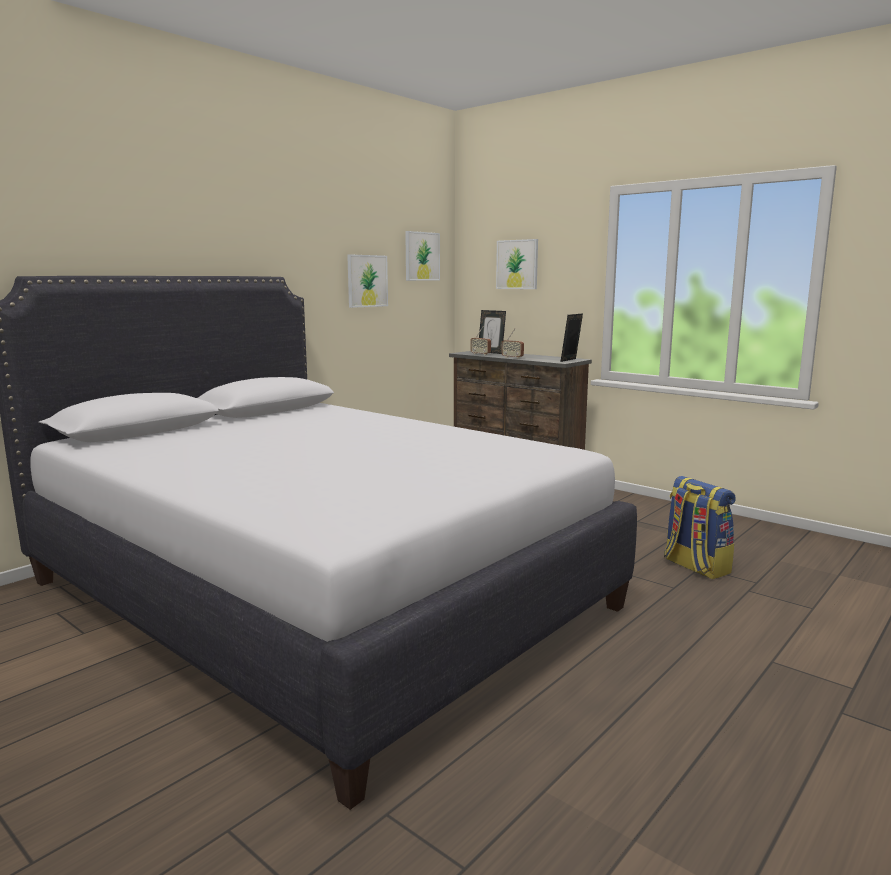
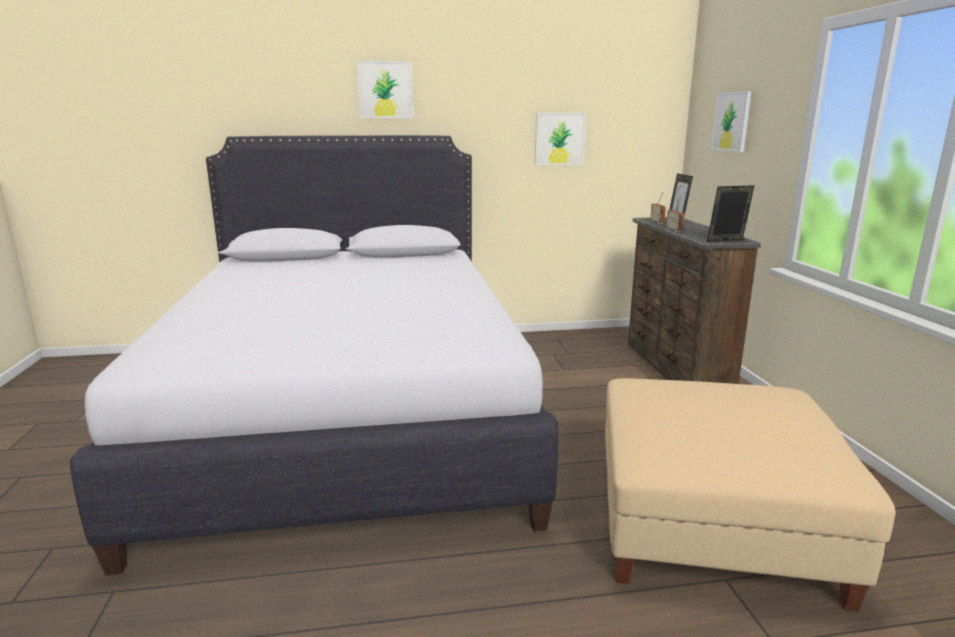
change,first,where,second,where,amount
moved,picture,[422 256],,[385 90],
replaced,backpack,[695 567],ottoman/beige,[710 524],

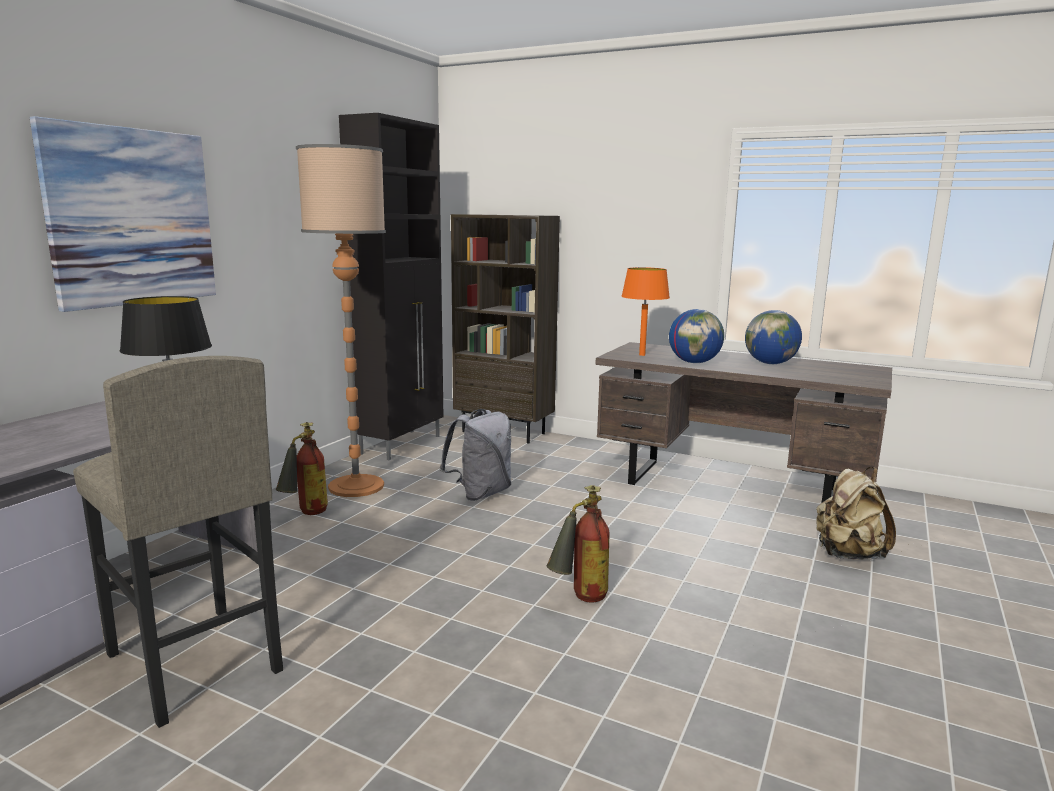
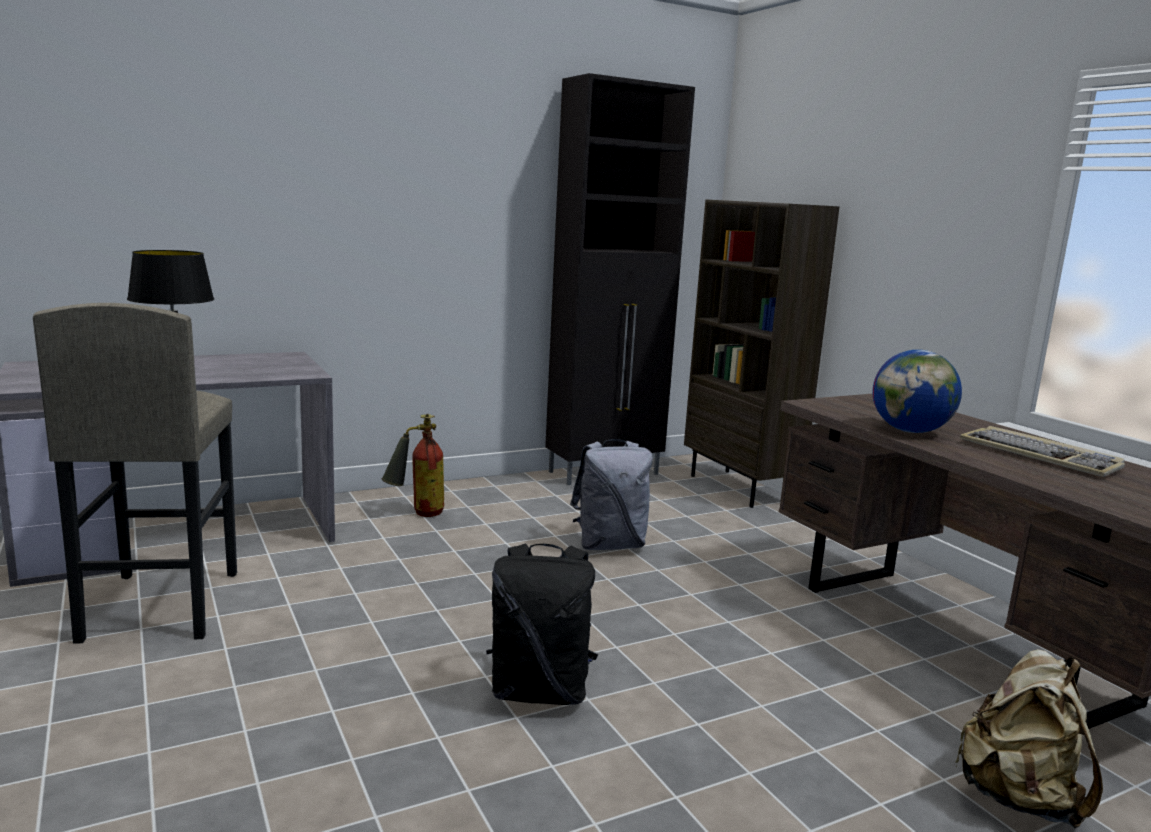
change,first,where,second,where,amount
replaced,fire extinguisher,[579 600],backpack/black,[540 691],
replaced,globe,[770 363],keyboard,[1040 456],
removed,picture,[132 217],,,
removed,floor lamp,[356 486],,,
removed,table lamp/orange,[642 355],,,

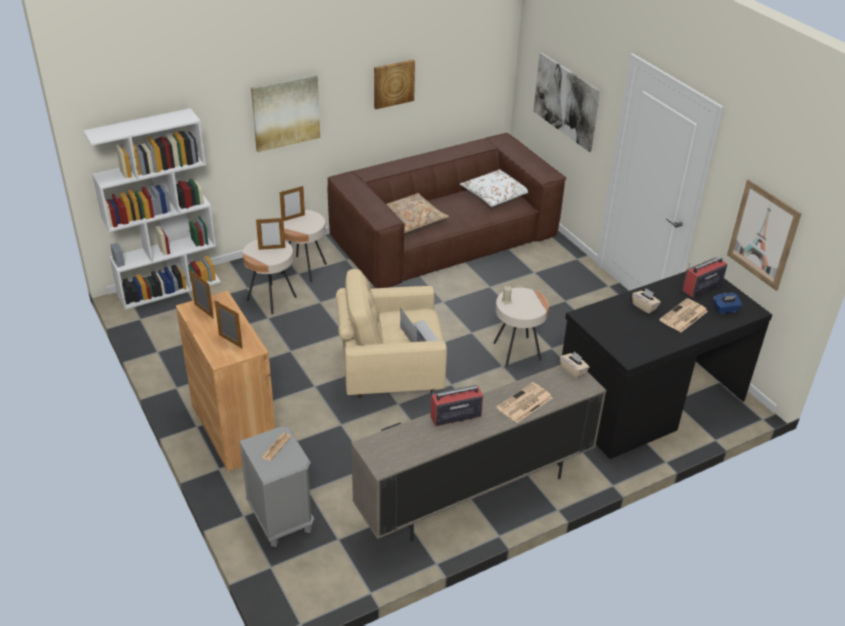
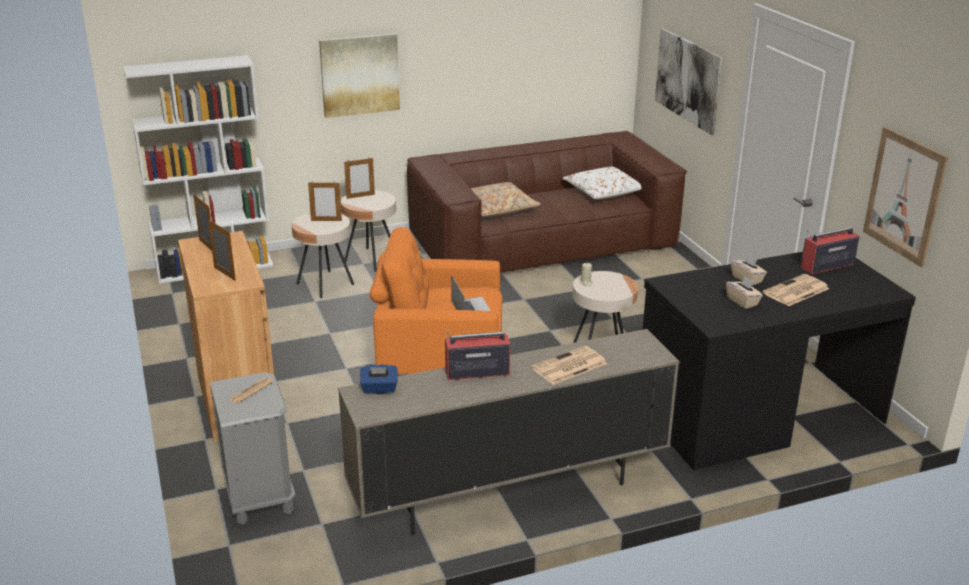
change,first,where,second,where,amount
moved,tissue box/blue,[725 309],,[379 389],
recoloured,armchair/beige,[389 372],armchair/orange,[439 361],
moved,tissue box/beige,[573 371],,[742 302],
removed,picture,[393 83],,,

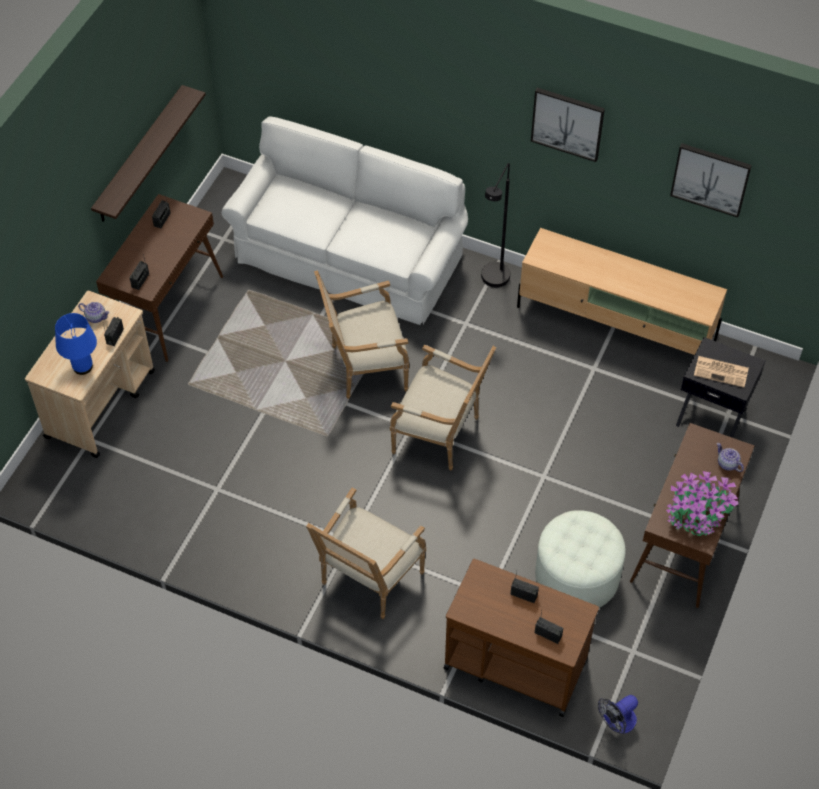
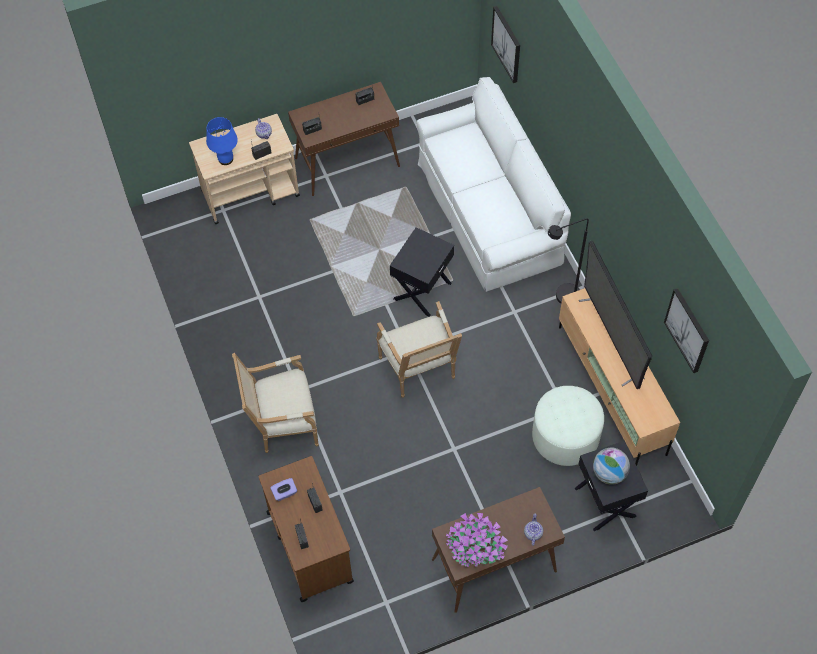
change,first,where,second,where,amount
added,,,tissue box/purple,[284 493],
replaced,armchair,[364 367],side table/black,[421 290],
moved,picture,[567 123],,[507 44],
moved,ottoman/white,[577 576],,[565 436],
added,,,television,[611 338],
replaced,newspaper,[722 371],globe,[609 473],
removed,shelf,[139 155],,,
removed,fan,[617 723],,,

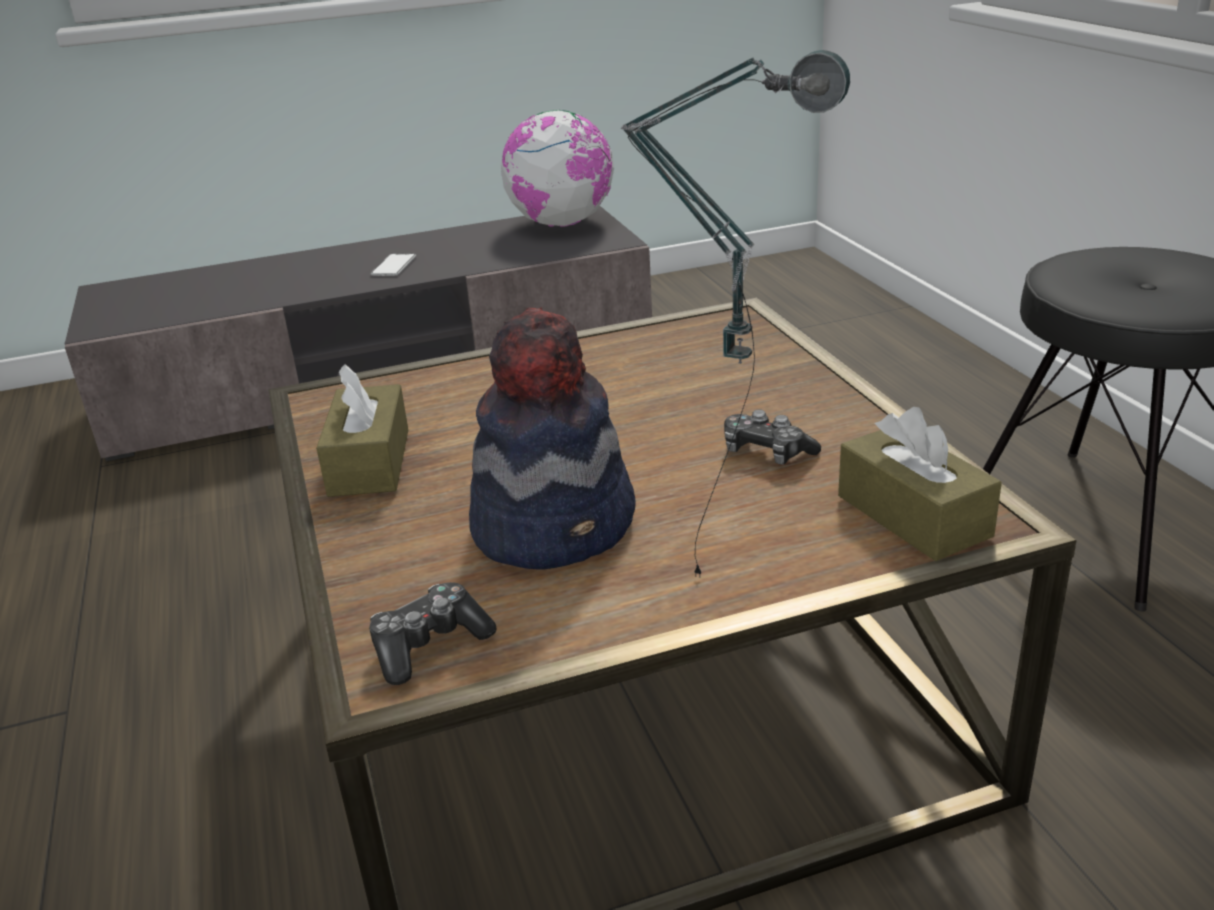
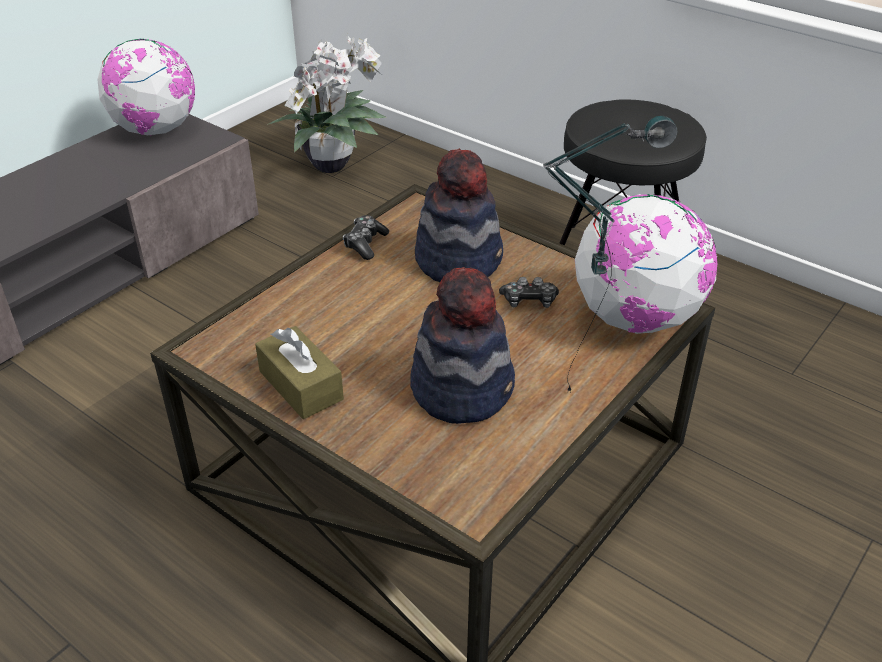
change,first,where,second,where,amount
added,,,potted plant,[334 165],
moved,game controller,[429 645],,[365 244],
added,,,hat,[459 260],
replaced,tissue box/brown,[913 516],globe,[636 318],
removed,phone,[394 266],,,

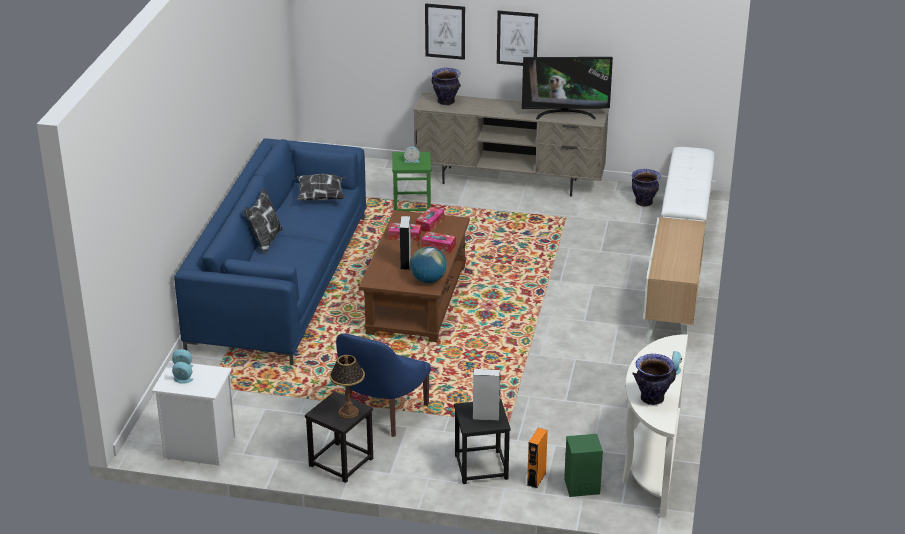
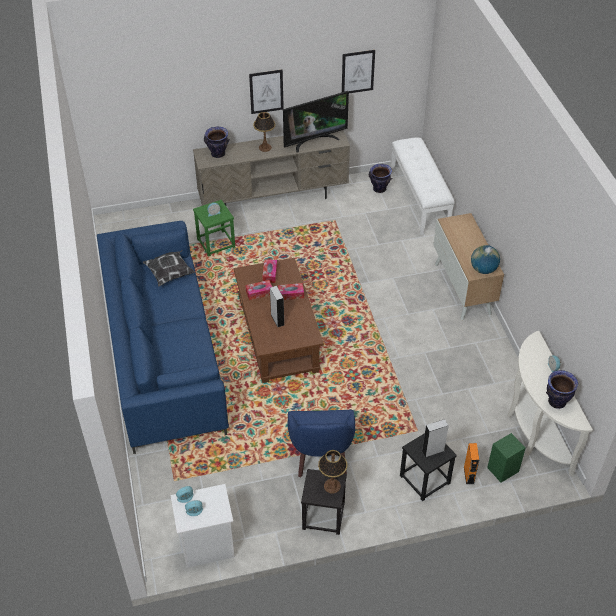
change,first,where,second,where,amount
added,,,table lamp,[265 147],
moved,picture,[445 31],,[358 72],
moved,globe,[428 280],,[483 269],
removed,pillow,[265 242],,,

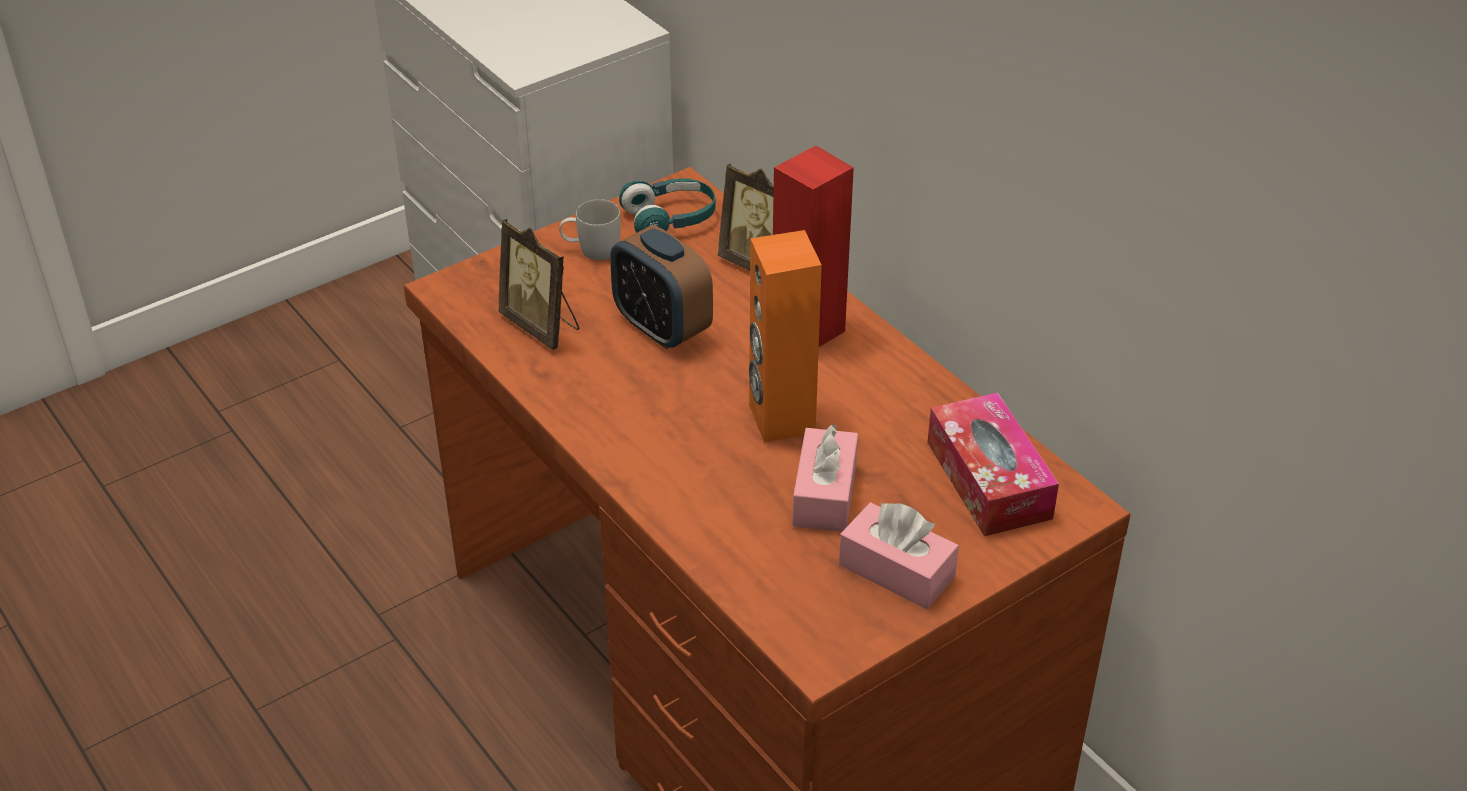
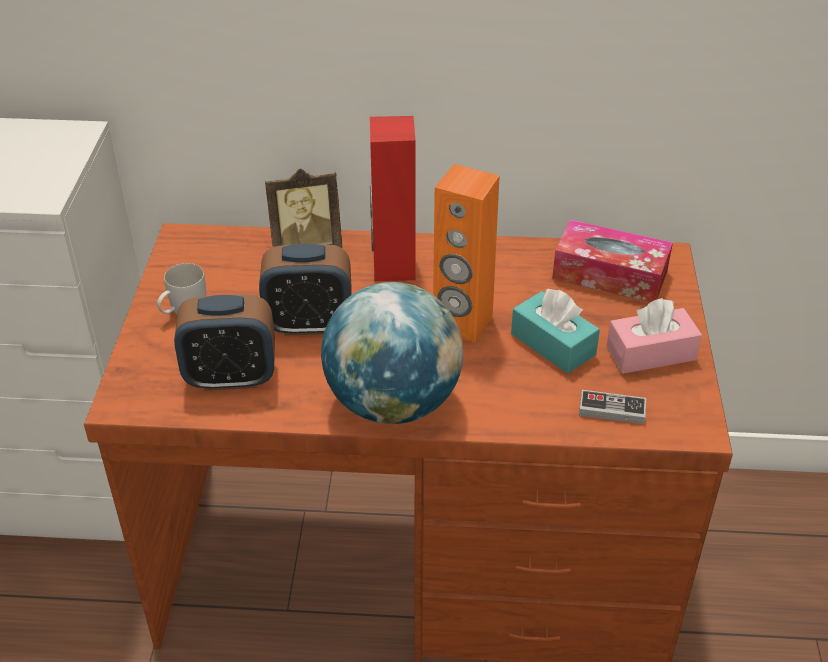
change,first,where,second,where,amount
replaced,picture frame,[542 326],alarm clock,[231 377],
added,,,globe,[393 403],
recoloured,tissue box/pink,[824 495],tissue box/turquoise,[553 344],
added,,,game controller,[612 410],
removed,headphones/turquoise,[670 220],,,

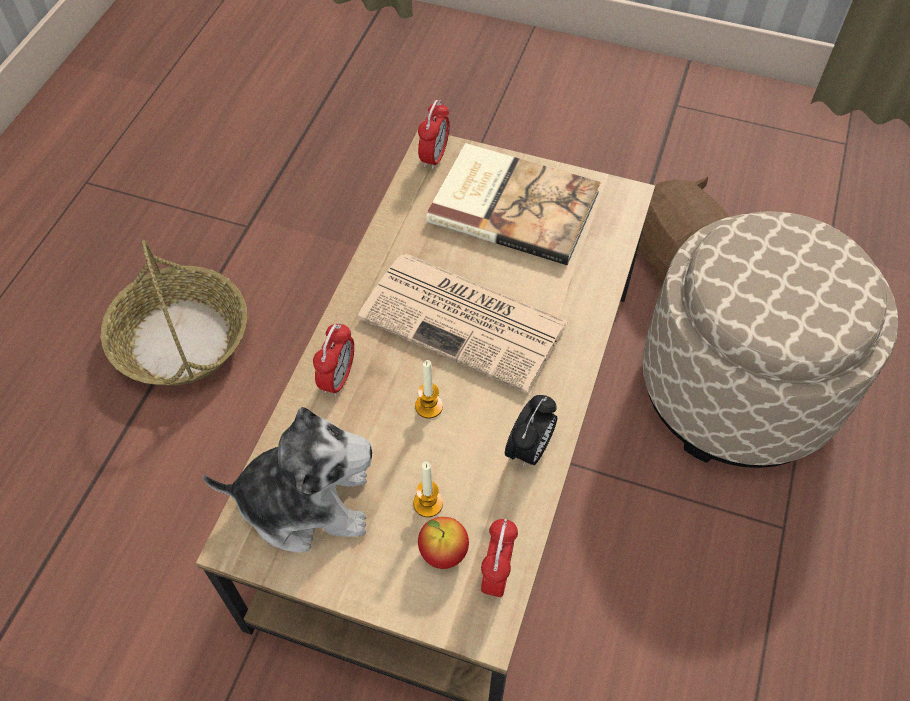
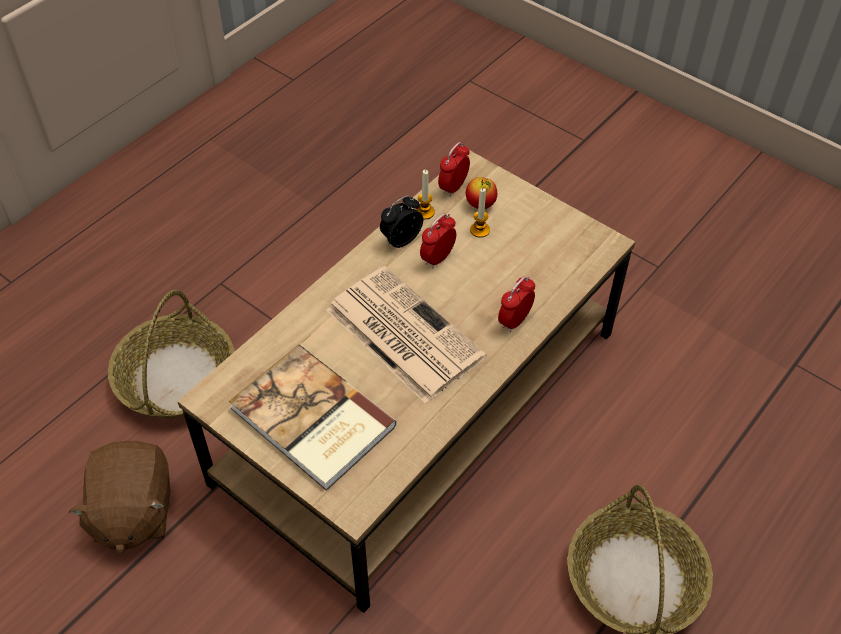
change,first,where,second,where,amount
replaced,ottoman/beige,[737 388],basket,[176 377],
moved,candle,[429 406],,[424 212],
moved,alarm clock,[434 157],,[437 258],
removed,plush toy,[306 502],,,

